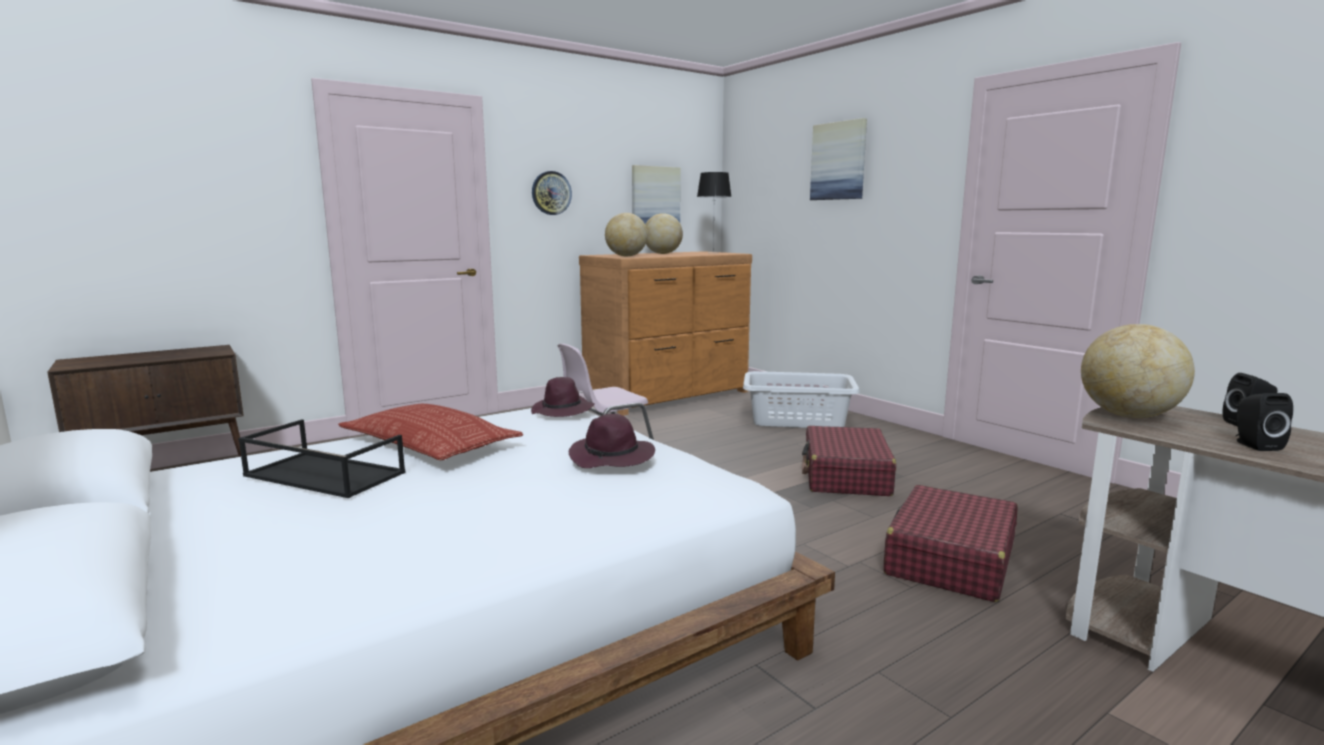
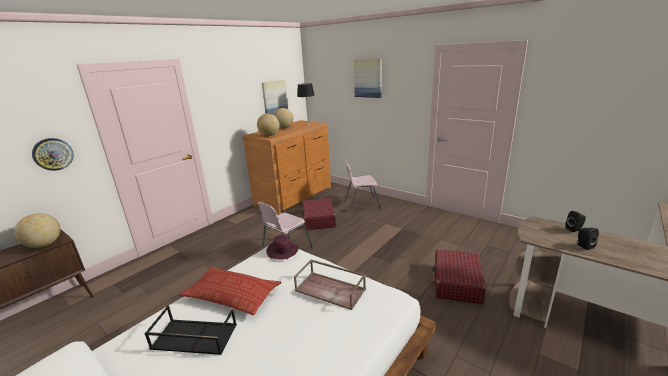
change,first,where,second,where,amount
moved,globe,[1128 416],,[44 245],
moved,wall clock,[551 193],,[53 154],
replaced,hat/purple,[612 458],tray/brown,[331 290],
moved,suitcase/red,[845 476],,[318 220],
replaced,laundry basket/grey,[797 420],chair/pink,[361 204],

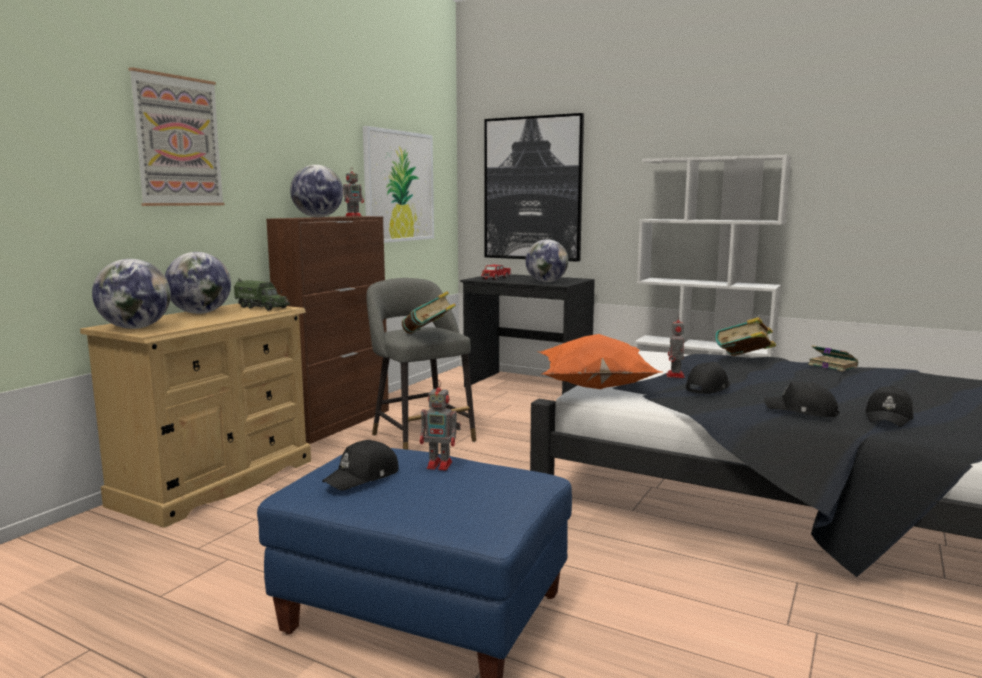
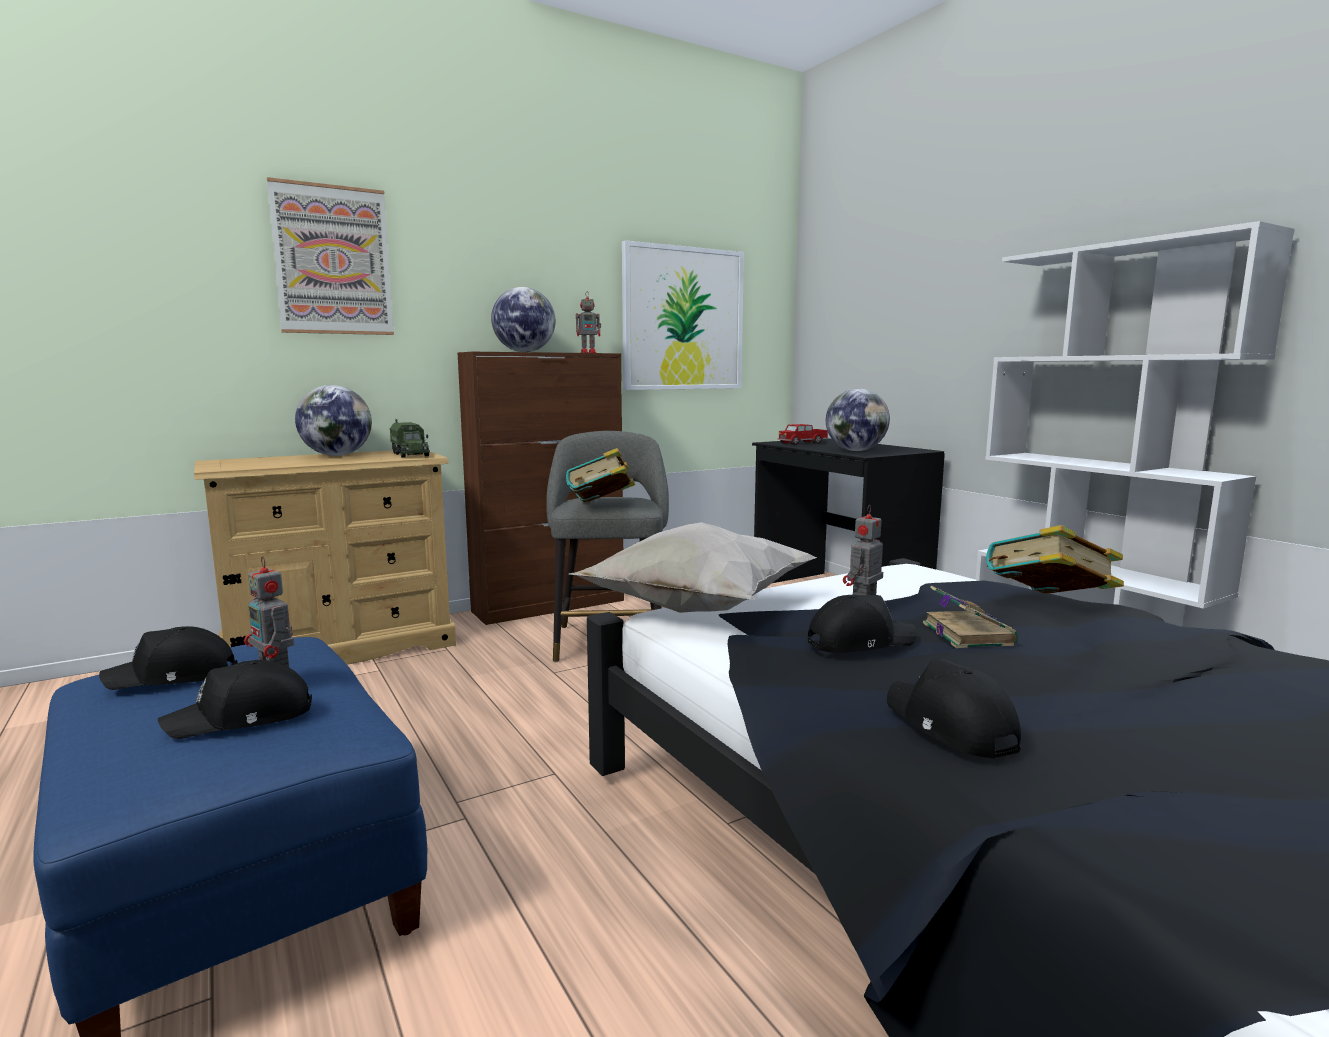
change,first,where,second,where,amount
moved,cap/black,[889 417],,[243 718],
recoloured,pillow/orange,[593 388],pillow/white,[696 609],
moved,book,[831 365],,[966 633],
removed,globe,[135 328],,,
removed,picture,[532 189],,,

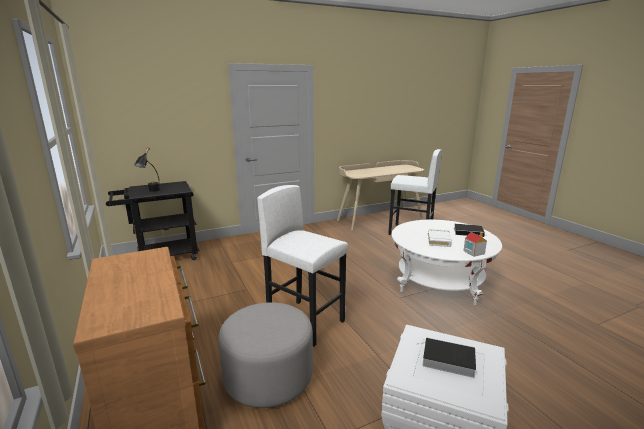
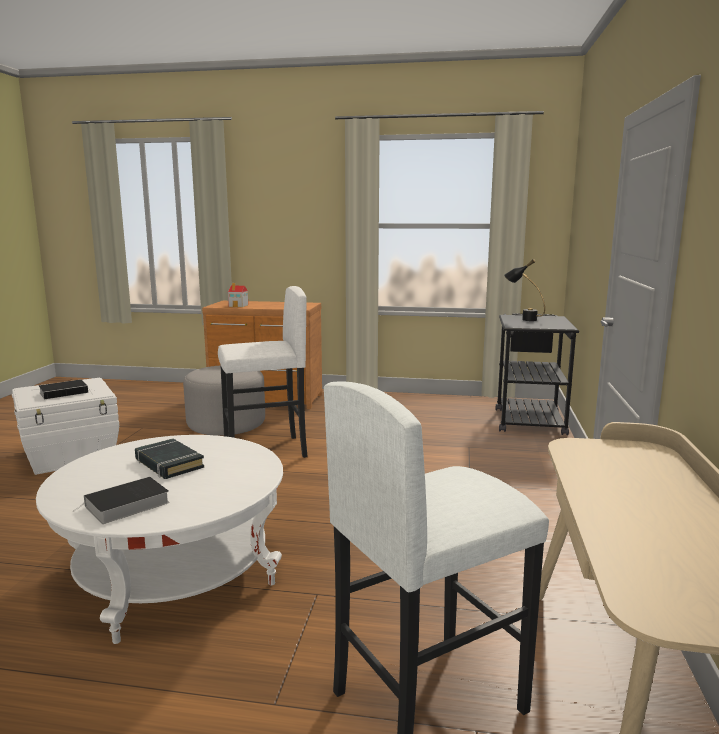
change,first,where,second,where,amount
recoloured,book/white,[439 240],book/black,[168 464],
moved,toy house,[473 252],,[238 306],

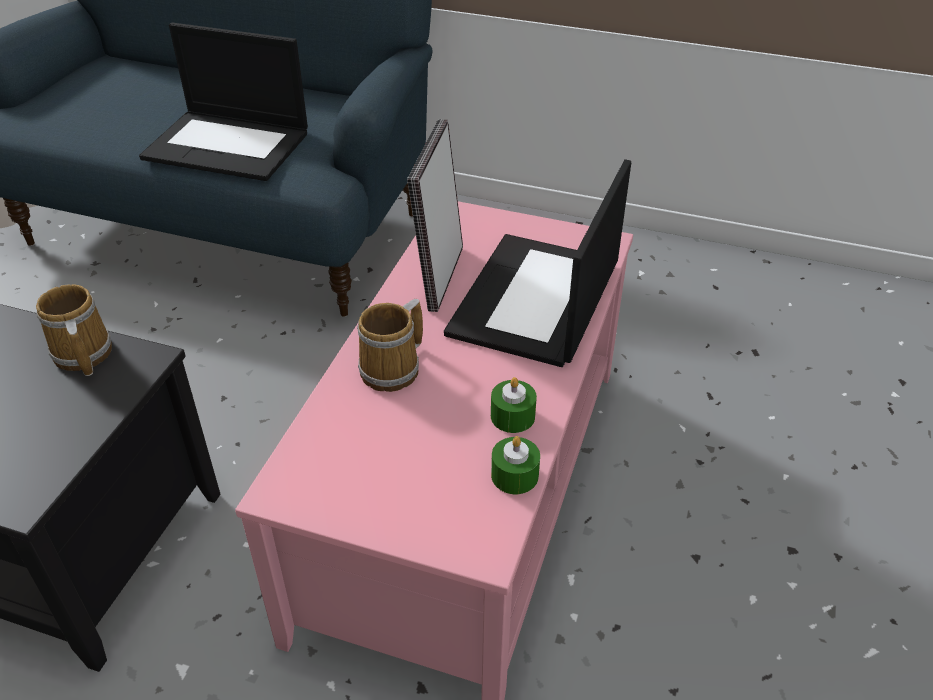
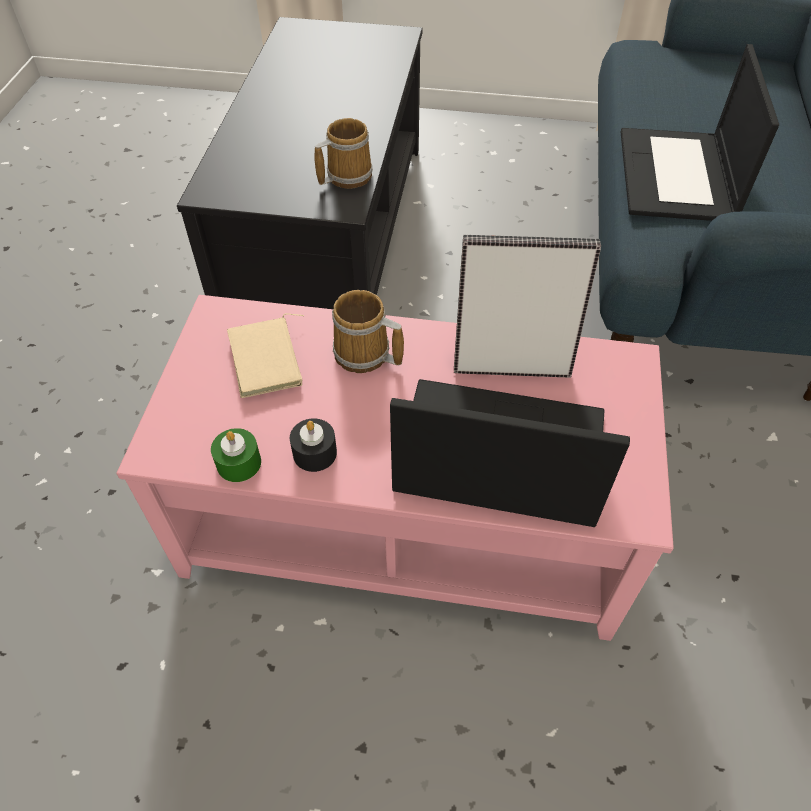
change,first,where,second,where,amount
added,,,book/beige,[268 360],
recoloured,candle/green,[512 416],candle/black,[315 453],

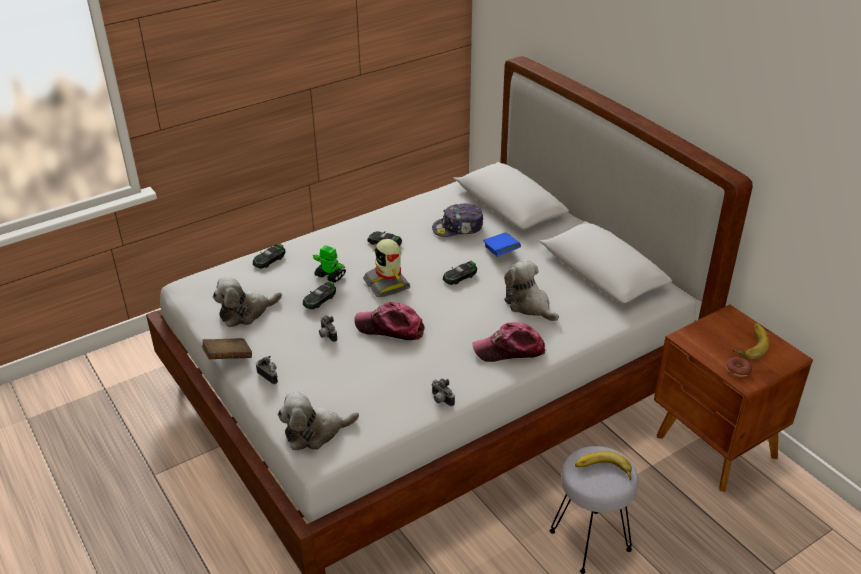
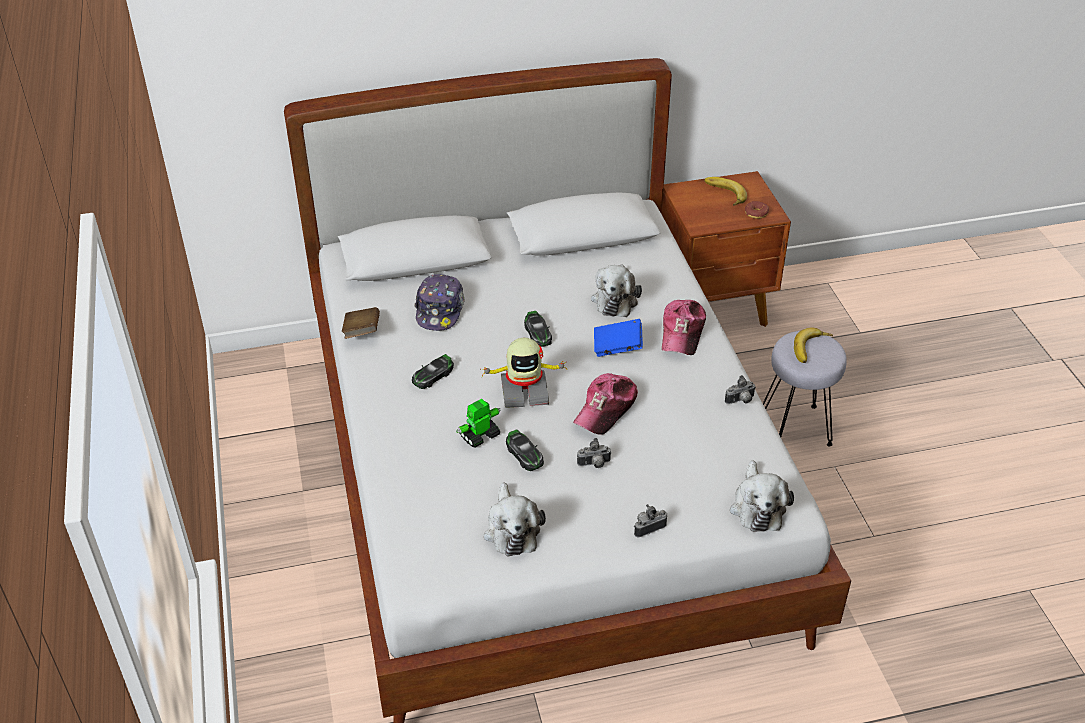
change,first,where,second,where,amount
moved,book/brown,[228 358],,[362 332],
turned,plush toy,[529 305],,[615 299],60 degrees counterclockwise
moved,book/blue,[501 252],,[617 347],
removed,toy car,[269 259],,,

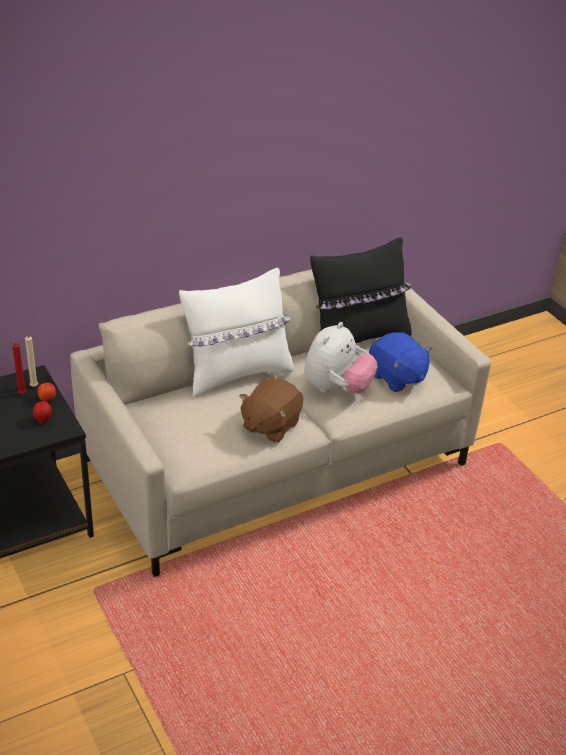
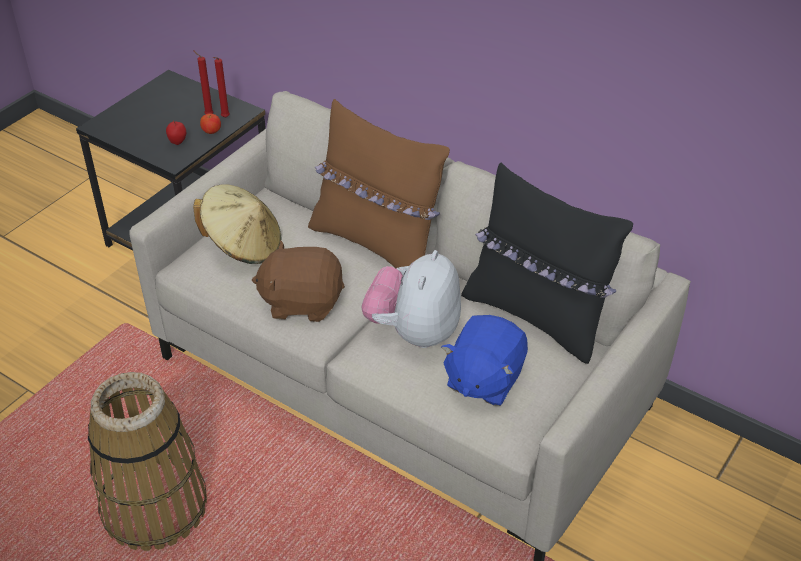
change,first,where,second,where,amount
added,,,basket,[154 507],
added,,,hat/beige,[243 246],
recoloured,candle/beige,[34 387],candle/red,[224 118],
recoloured,pillow/white,[237 374],pillow/brown,[377 244],
turned,plush toy,[337 388],,[414 332],105 degrees clockwise

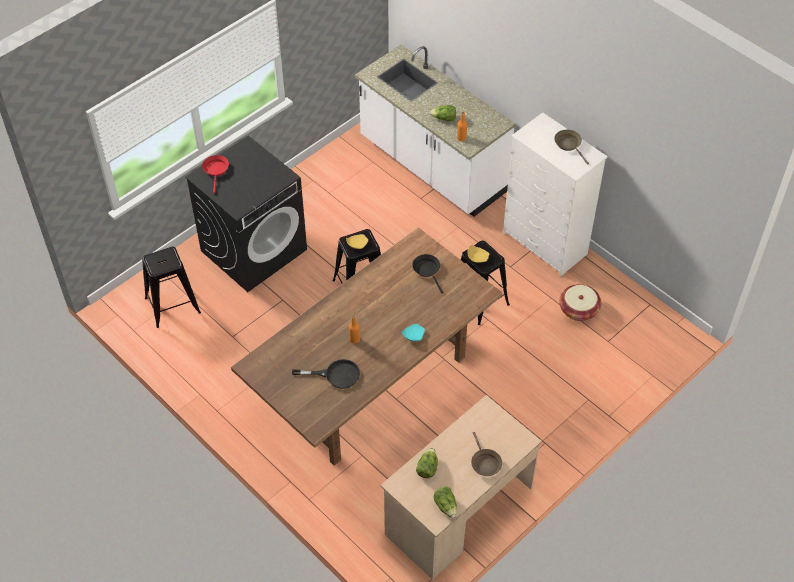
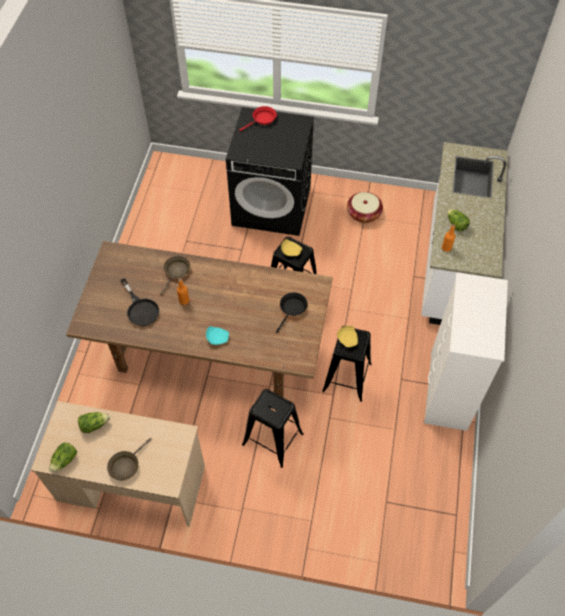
change,first,where,second,where,amount
moved,frying pan/brown,[569 145],,[176 272],
moved,stool/black,[172 305],,[272 439],
moved,basket,[578 309],,[364 213],

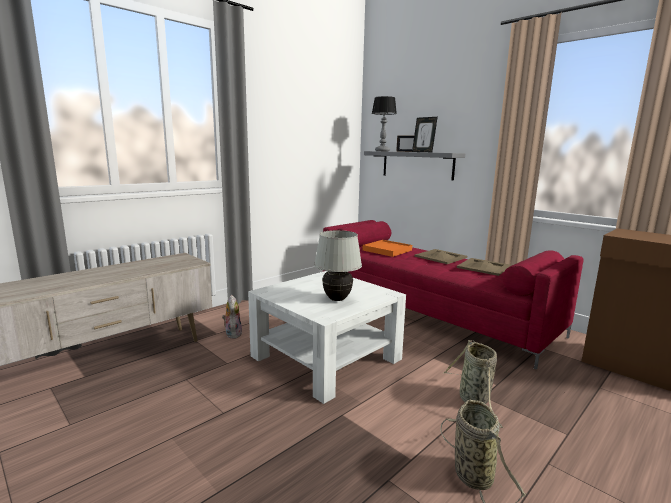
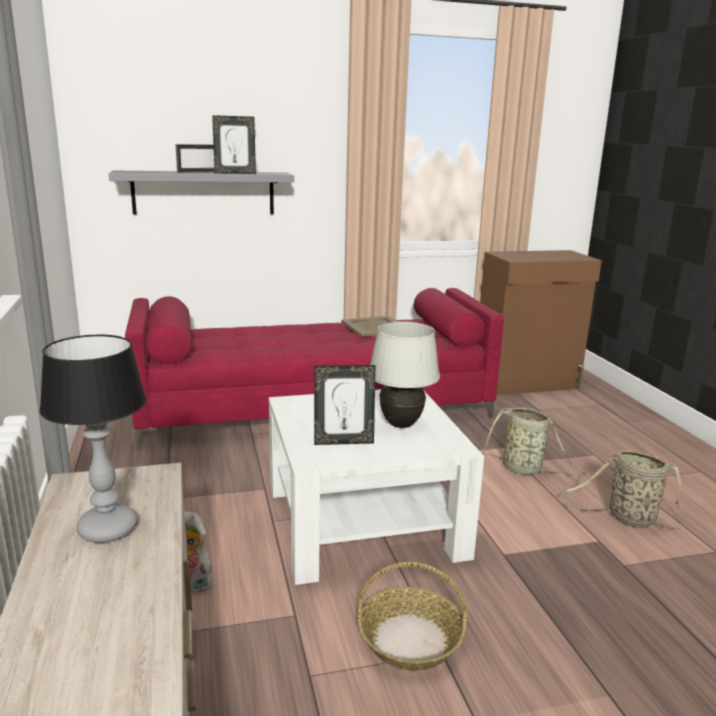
change,first,where,second,where,amount
moved,table lamp,[382 151],,[109 529],
added,,,picture frame,[343 441],
added,,,basket,[409 640],
removed,tray/orange,[387 250],,,
removed,tray/beige,[440 257],,,

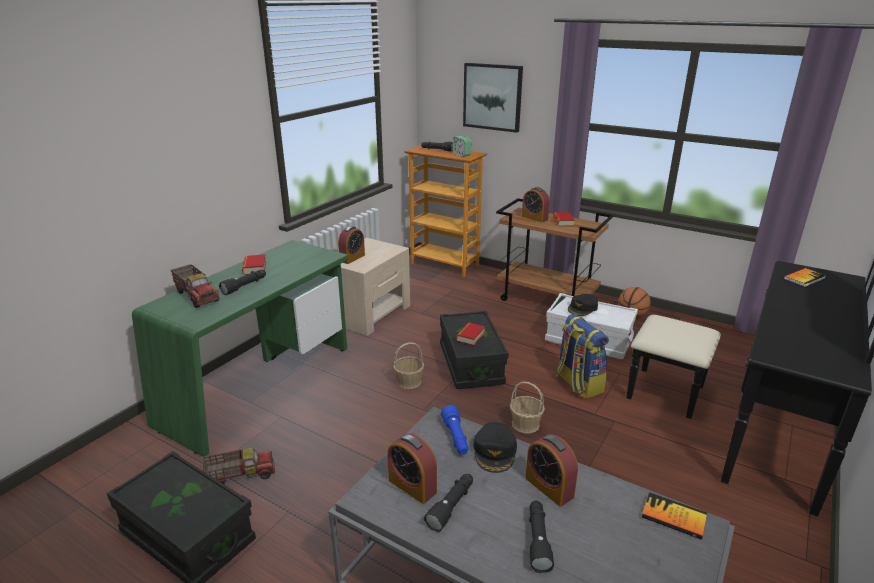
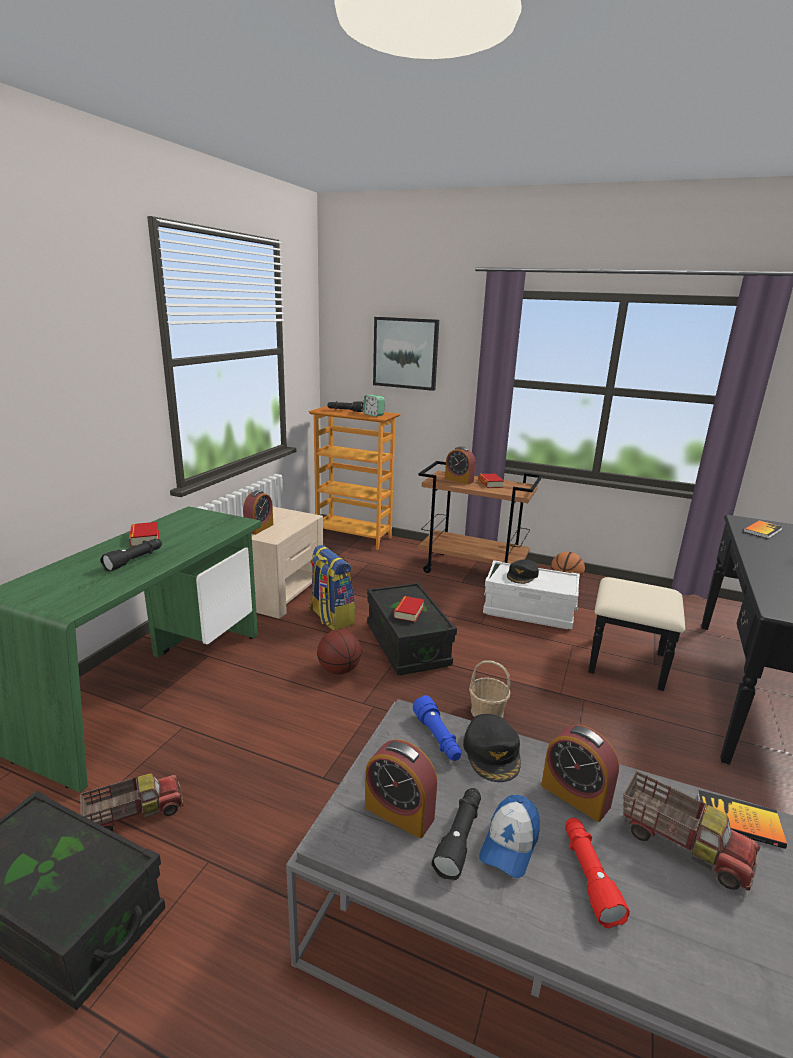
change,first,where,second,where,amount
moved,backpack,[578 384],,[330 617],
replaced,basket,[409 381],basketball,[339 670],
added,,,cap,[509 844],
recoloured,flashlight/black,[538 540],flashlight/red,[588 876],
moved,toy truck,[197 296],,[682 845],

